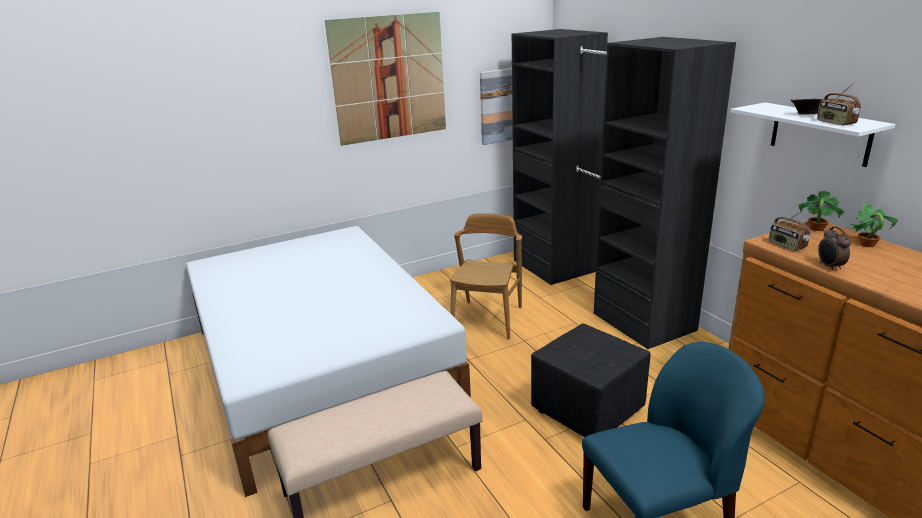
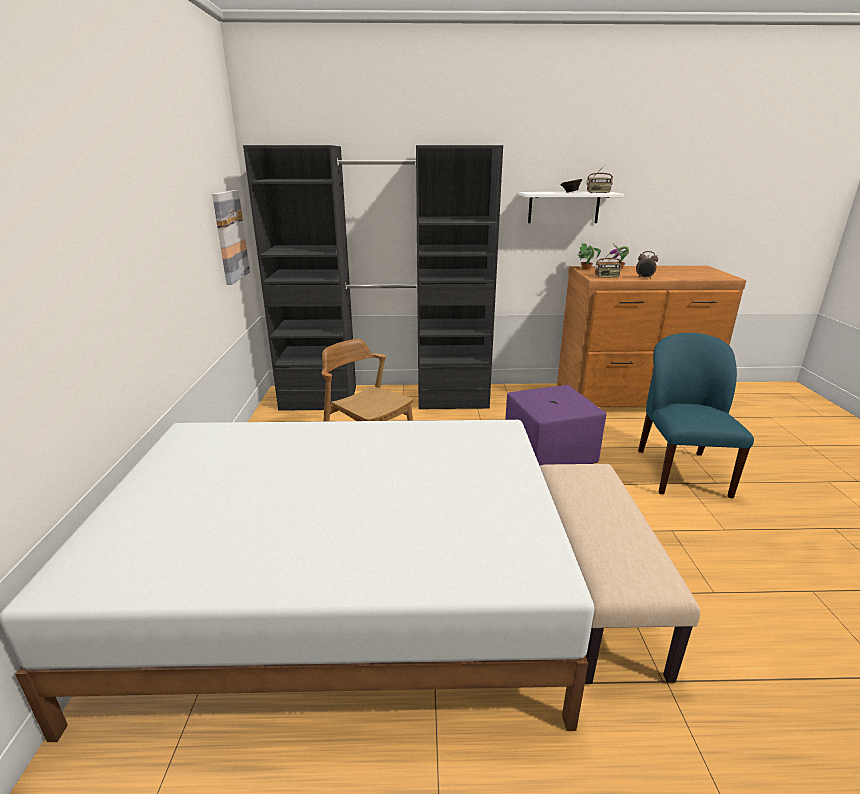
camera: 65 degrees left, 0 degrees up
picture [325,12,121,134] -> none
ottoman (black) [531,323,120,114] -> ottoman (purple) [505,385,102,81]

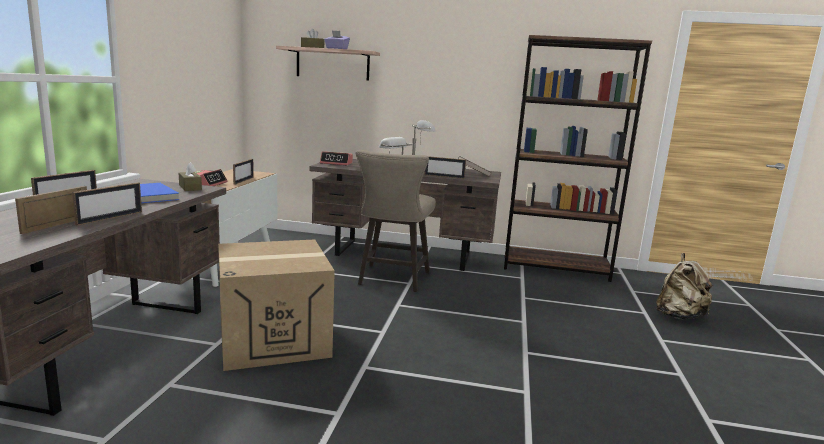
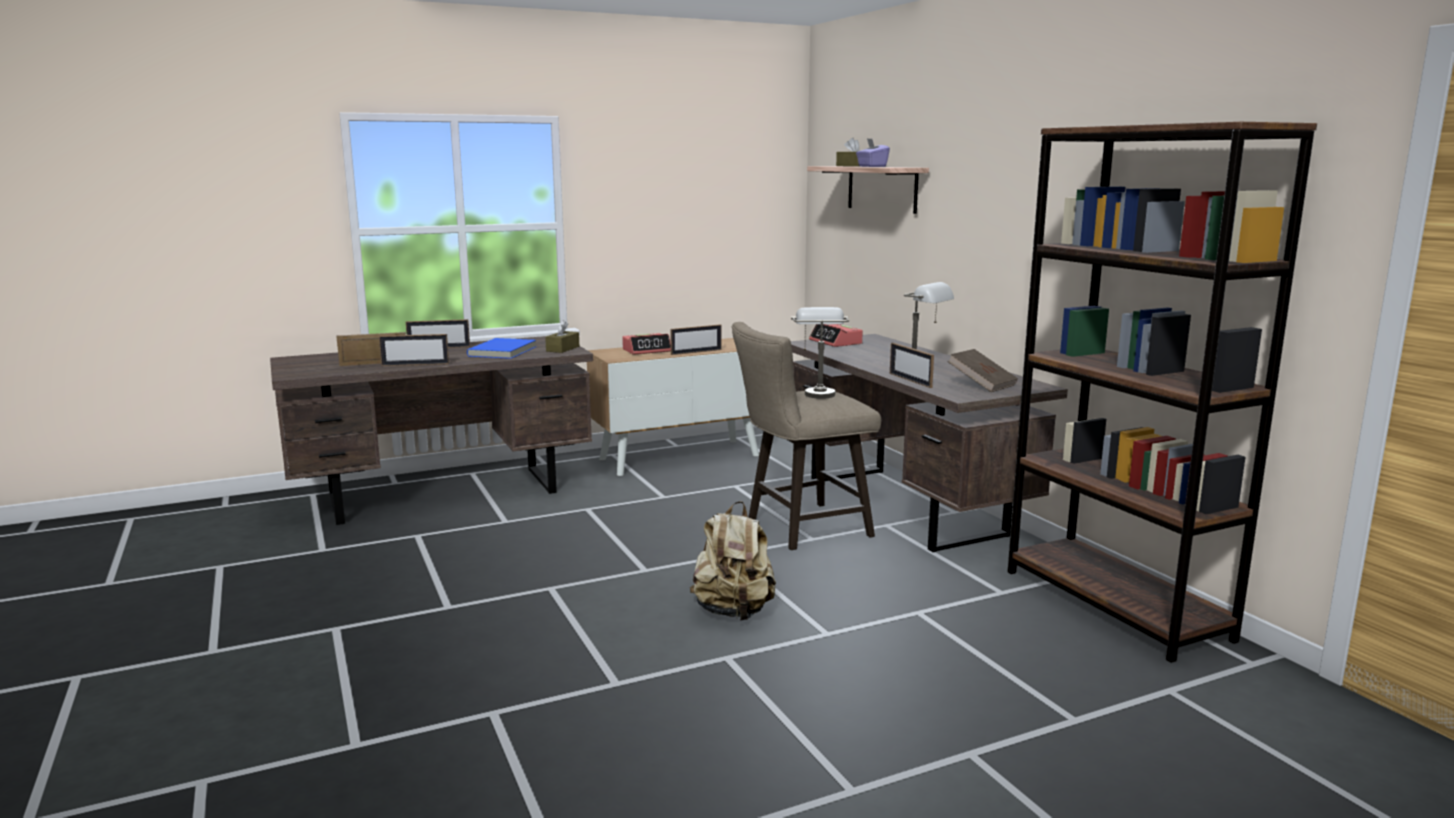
camera: 55 degrees right, 0 degrees up
cardboard box [218,239,117,132] -> none
backpack (beige) [656,253,57,66] -> backpack (beige) [690,501,86,120], moved

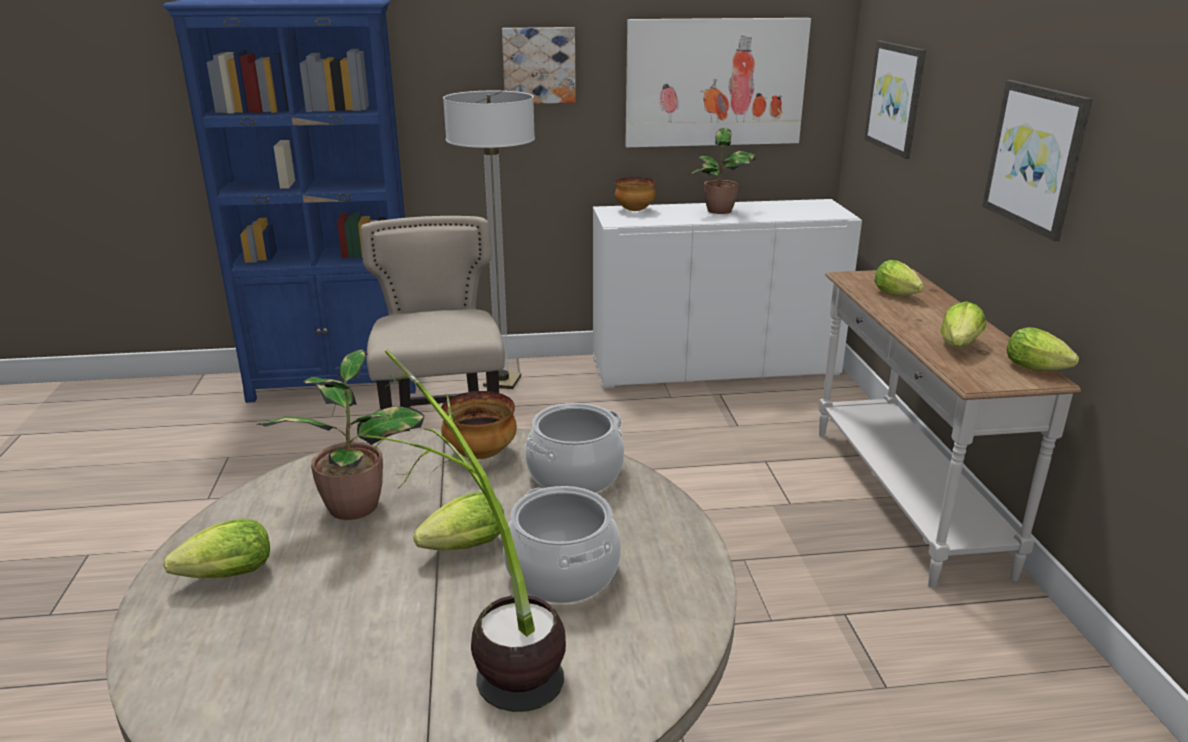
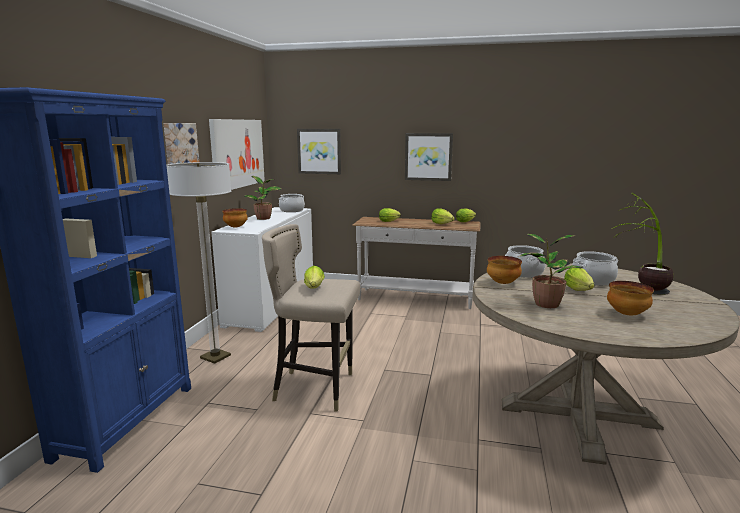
camera: 70 degrees left, 10 degrees down
none -> cooking pot [279,194,26,18]
none -> bowl [607,281,47,34]
lettuce [164,518,106,60] -> lettuce [304,266,21,23], moved

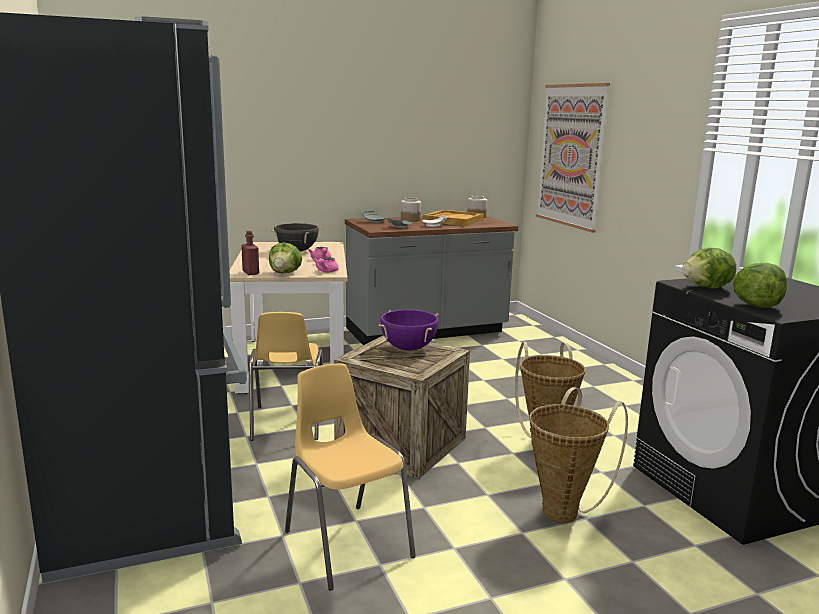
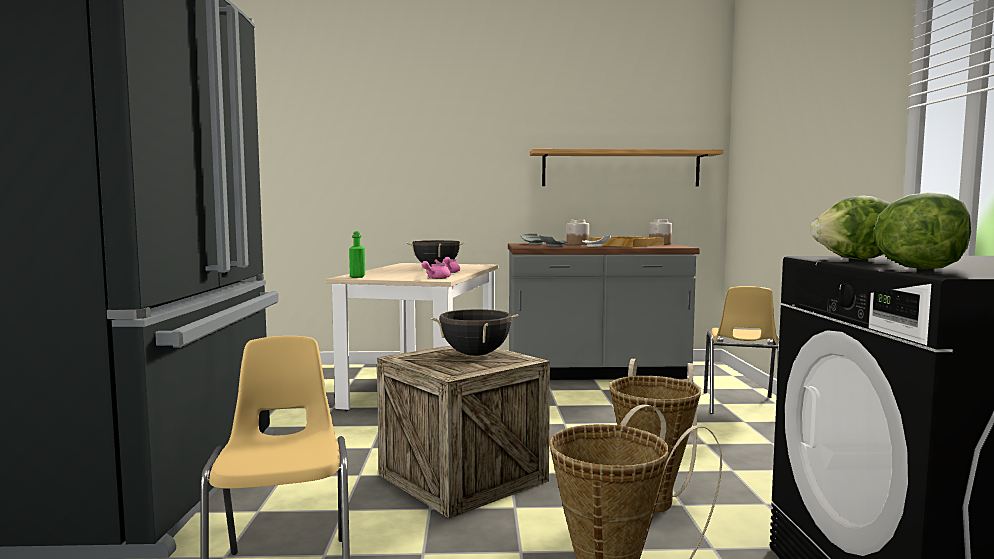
camera: 20 degrees right, 10 degrees down
lettuce [269,243,33,30] -> none
picture [536,83,74,150] -> none
none -> shelf [530,149,193,37]
chair (yellow) [249,312,74,129] -> chair (yellow) [704,286,75,128], moved
bottle (red) [241,231,18,44] -> bottle (green) [349,231,16,47]
cooking pot (purple) [379,310,60,41] -> cooking pot (black) [431,309,88,47]

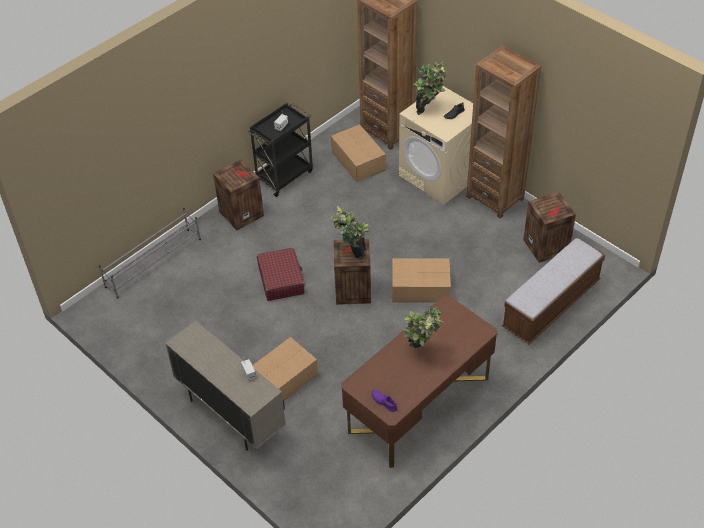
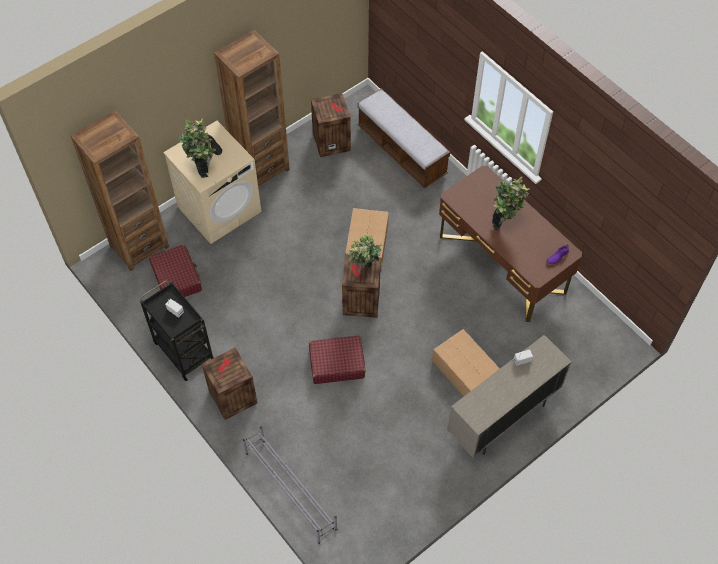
camera: 85 degrees left, 10 degrees up
cardboard box [331,124,55,58] -> suitcase (red) [149,244,53,53]

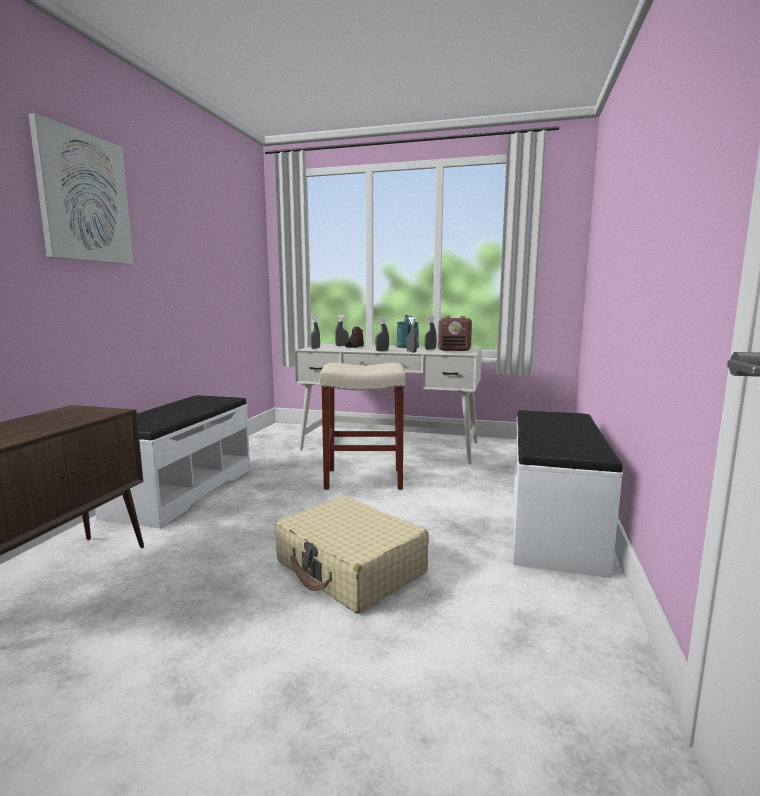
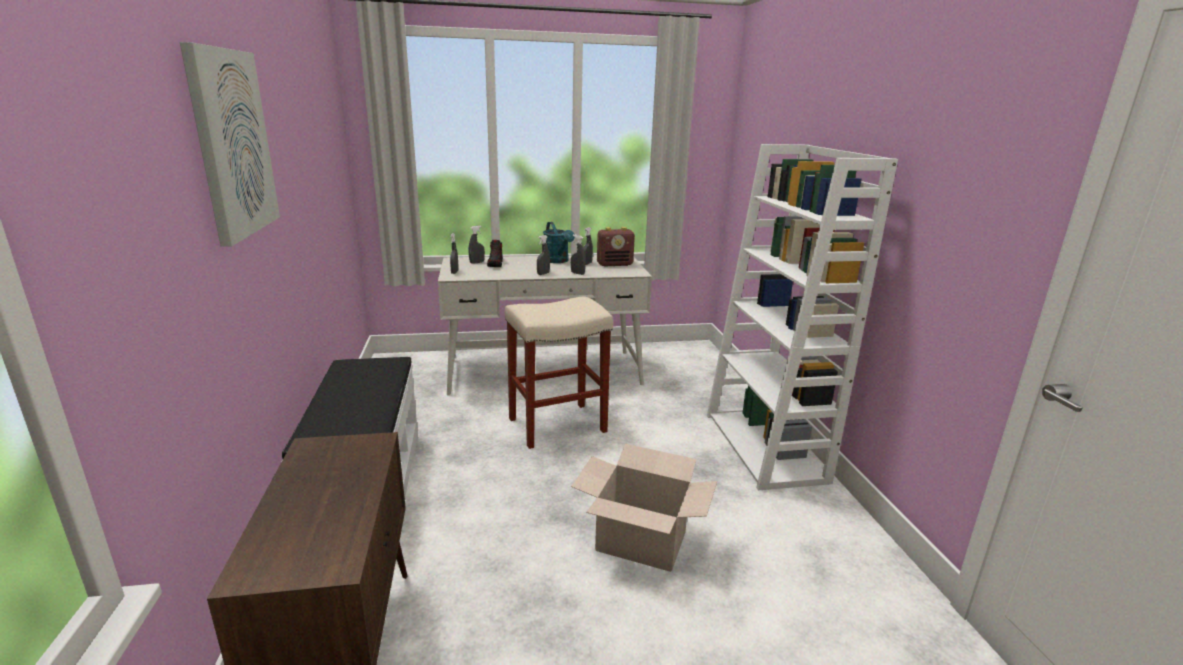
camera: 25 degrees left, 10 degrees up
suitcase (beige) [274,496,155,118] -> cardboard box [571,444,146,128]
bench (white) [513,410,110,168] -> bookcase (white) [707,144,191,346]

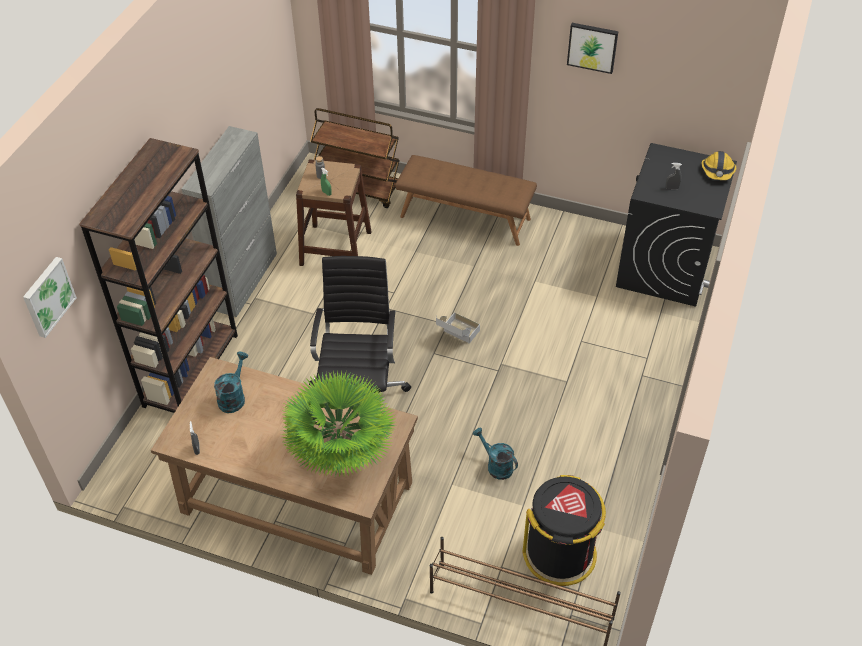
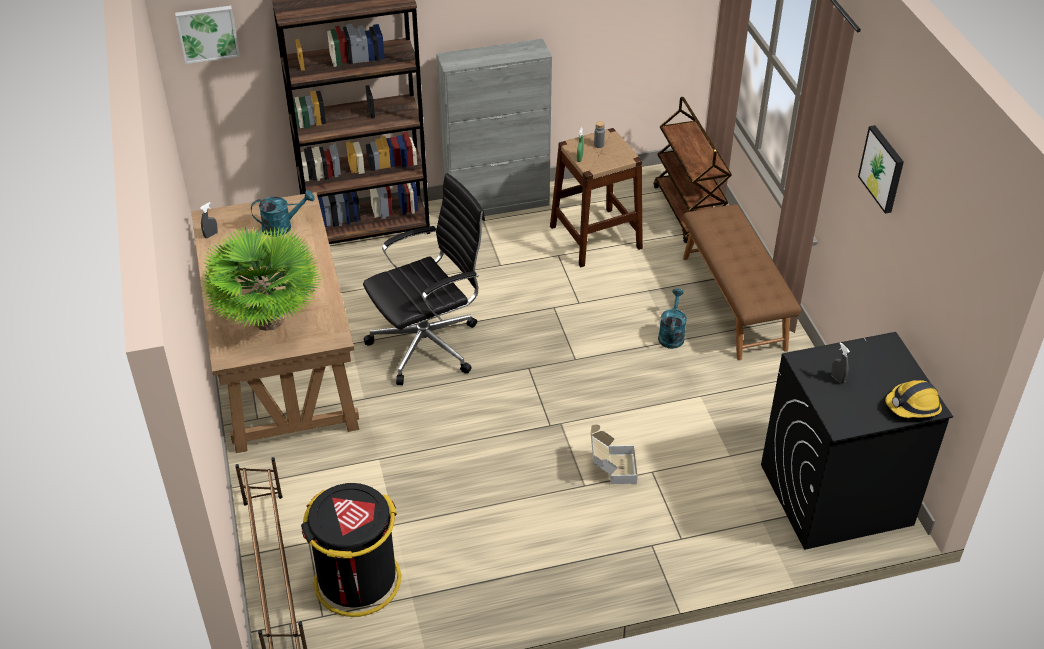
camera: 55 degrees right, 5 degrees down
cardboard box [436,312,44,32] -> cardboard box [591,424,47,60], moved
watering can (turquoise) [473,427,45,53] -> watering can (turquoise) [658,288,29,61], moved

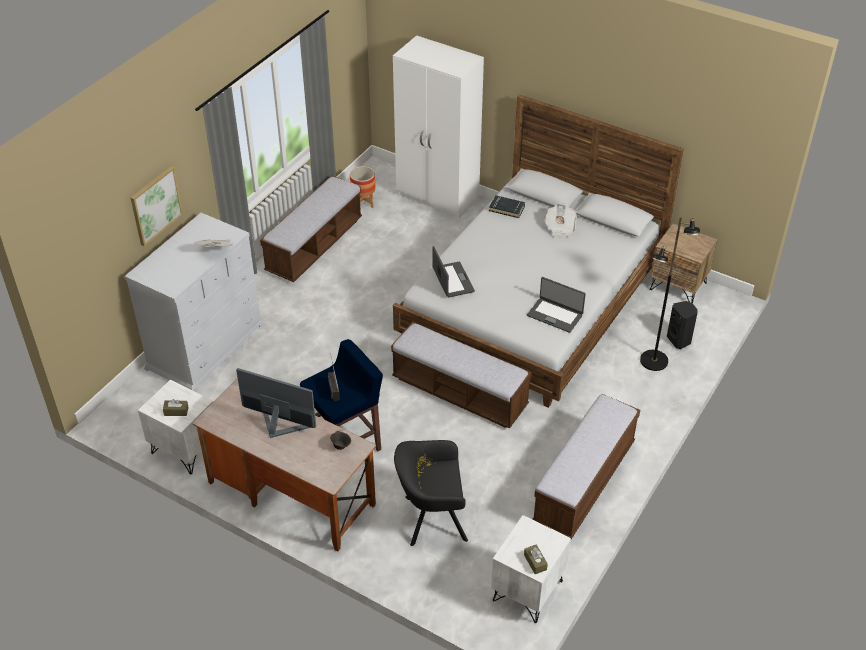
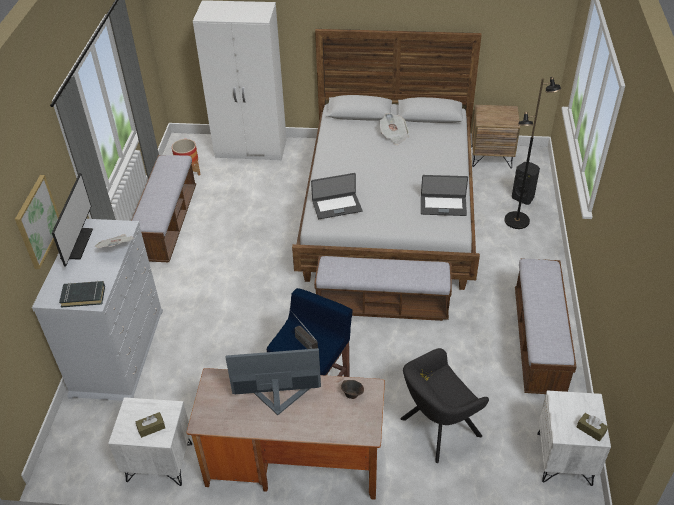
camera: 25 degrees left, 0 degrees up
none -> monitor [52,173,41,94]
book (black) [489,195,36,23] -> book (black) [59,281,46,26], moved
laptop [433,246,42,52] -> laptop [311,173,51,46], 120 degrees clockwise

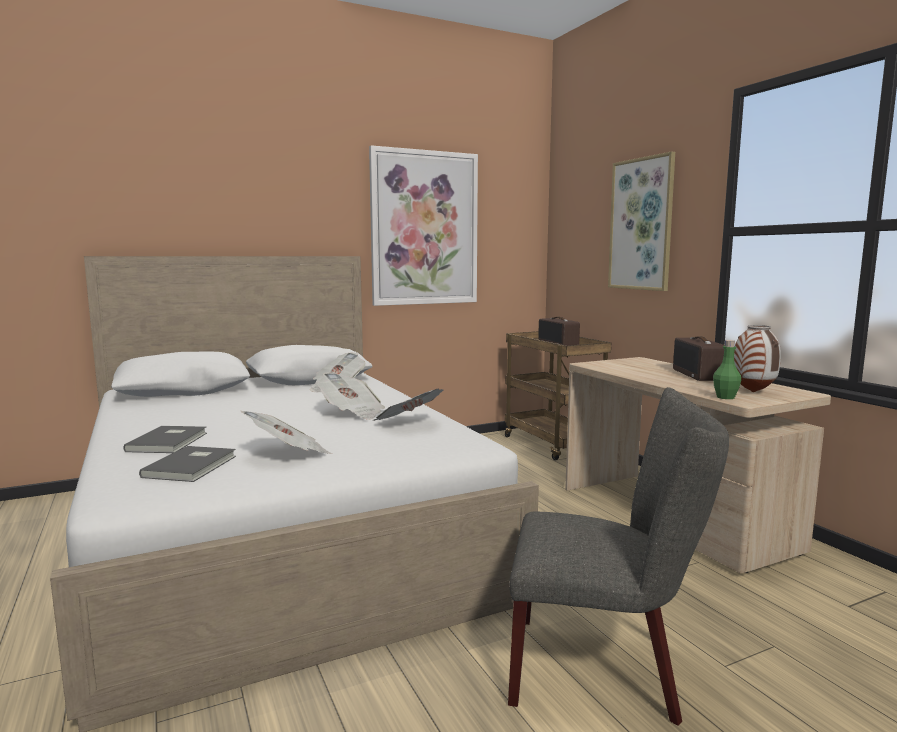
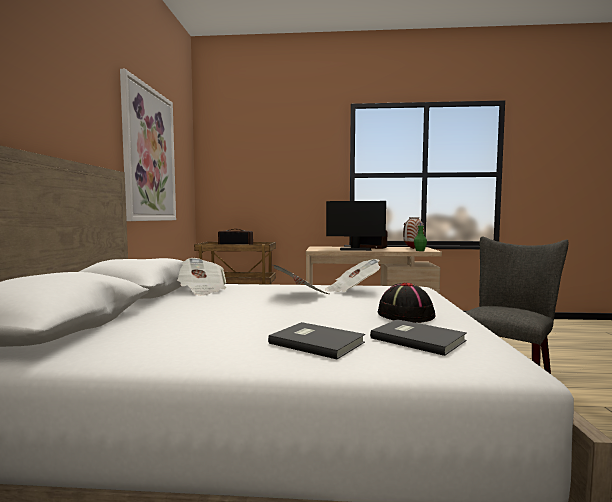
camera: 60 degrees left, 5 degrees down
picture [608,151,67,140] -> none
none -> monitor [326,201,60,50]
newspaper [241,411,91,43] -> hat (black) [378,282,58,41]

